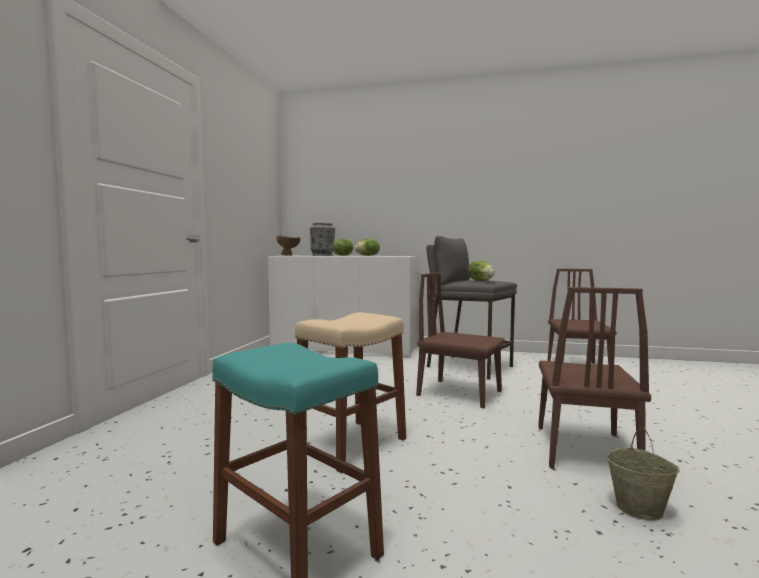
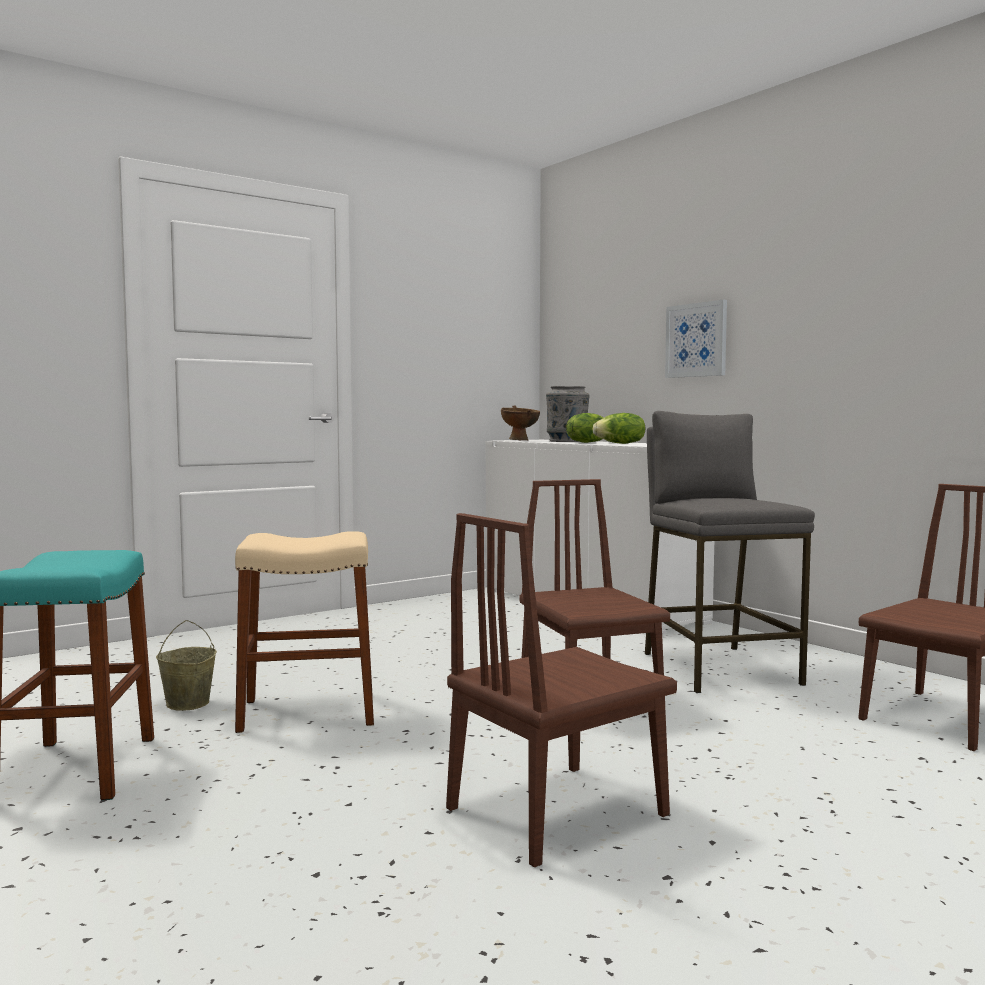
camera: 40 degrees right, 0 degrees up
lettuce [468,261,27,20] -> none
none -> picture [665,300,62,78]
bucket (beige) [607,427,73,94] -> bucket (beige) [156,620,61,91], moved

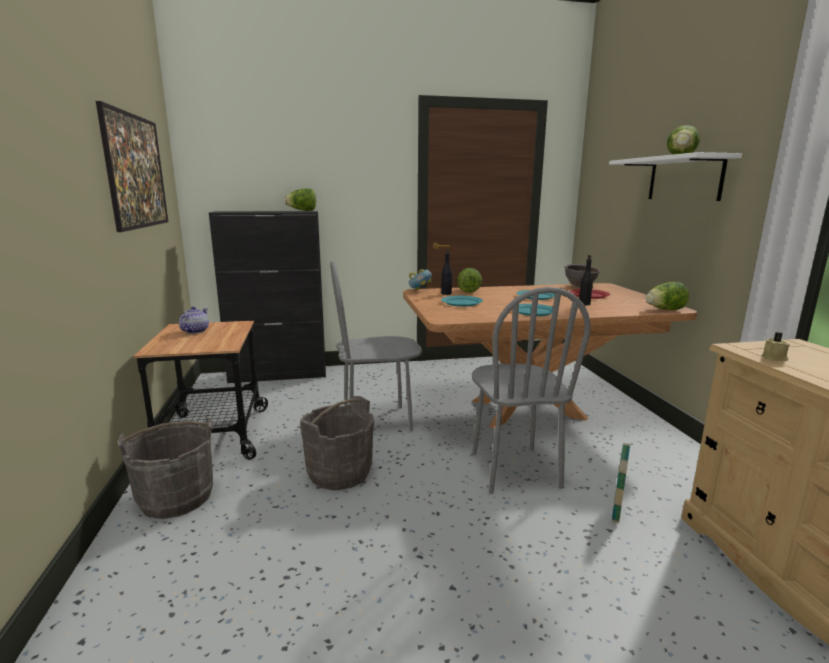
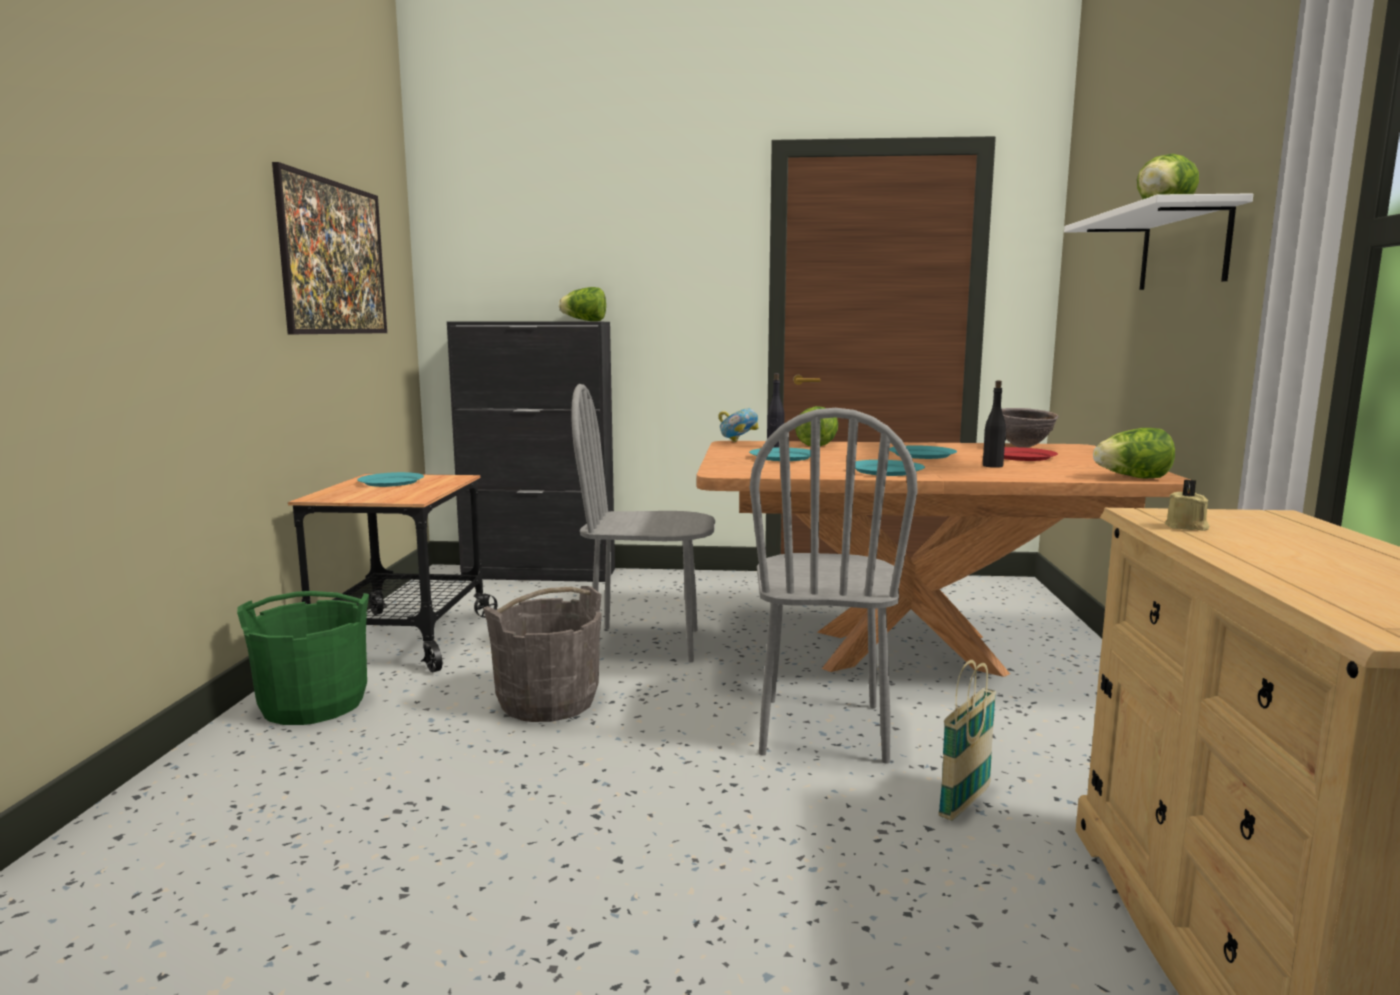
camera: 15 degrees right, 5 degrees down
teapot [179,306,30,28] -> plate (turquoise) [357,472,67,15]
bucket (grey) [117,418,96,101] -> bucket (green) [237,591,132,134]

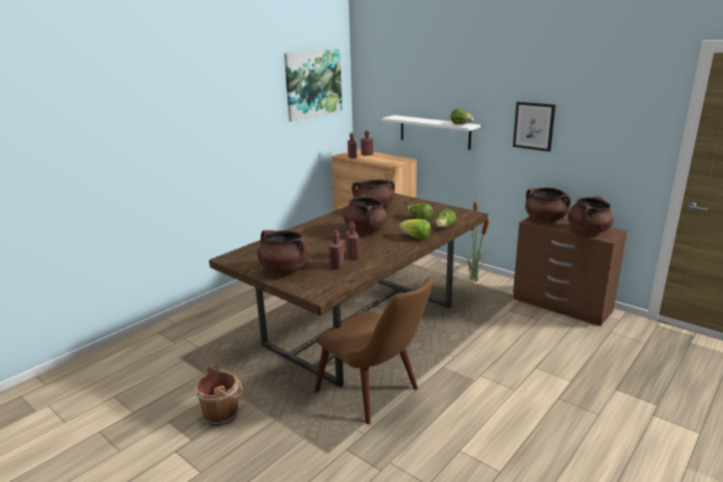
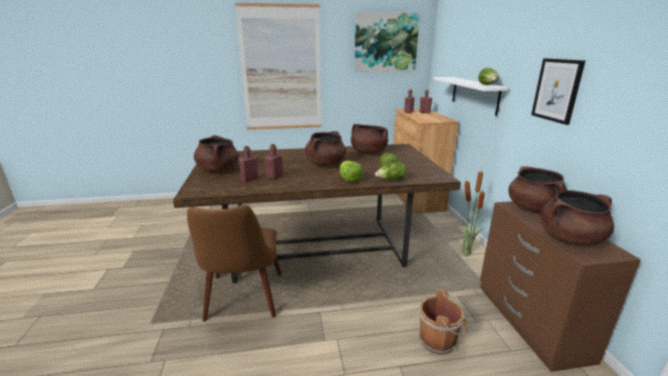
camera: 40 degrees right, 0 degrees up
none -> picture [235,3,86,127]
bucket (brown) [195,364,48,62] -> bucket (brown) [419,289,48,66], moved

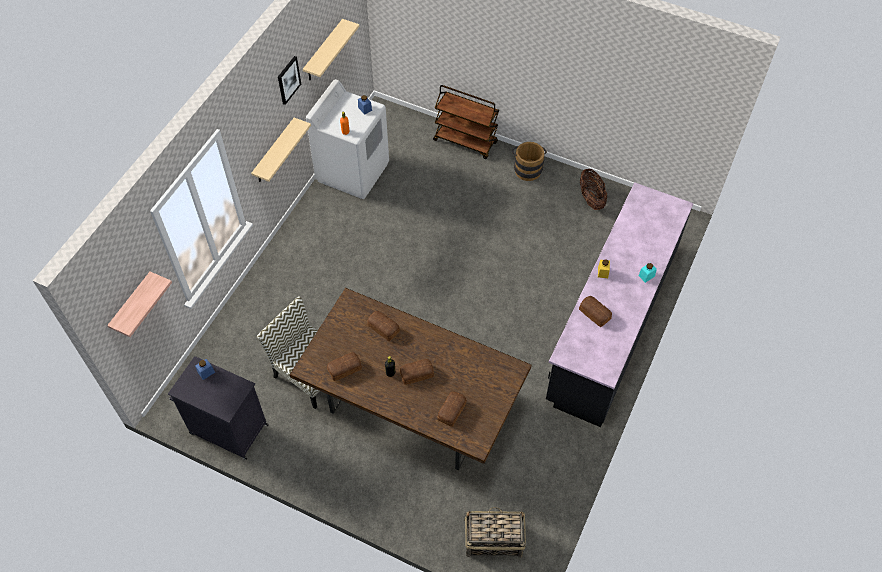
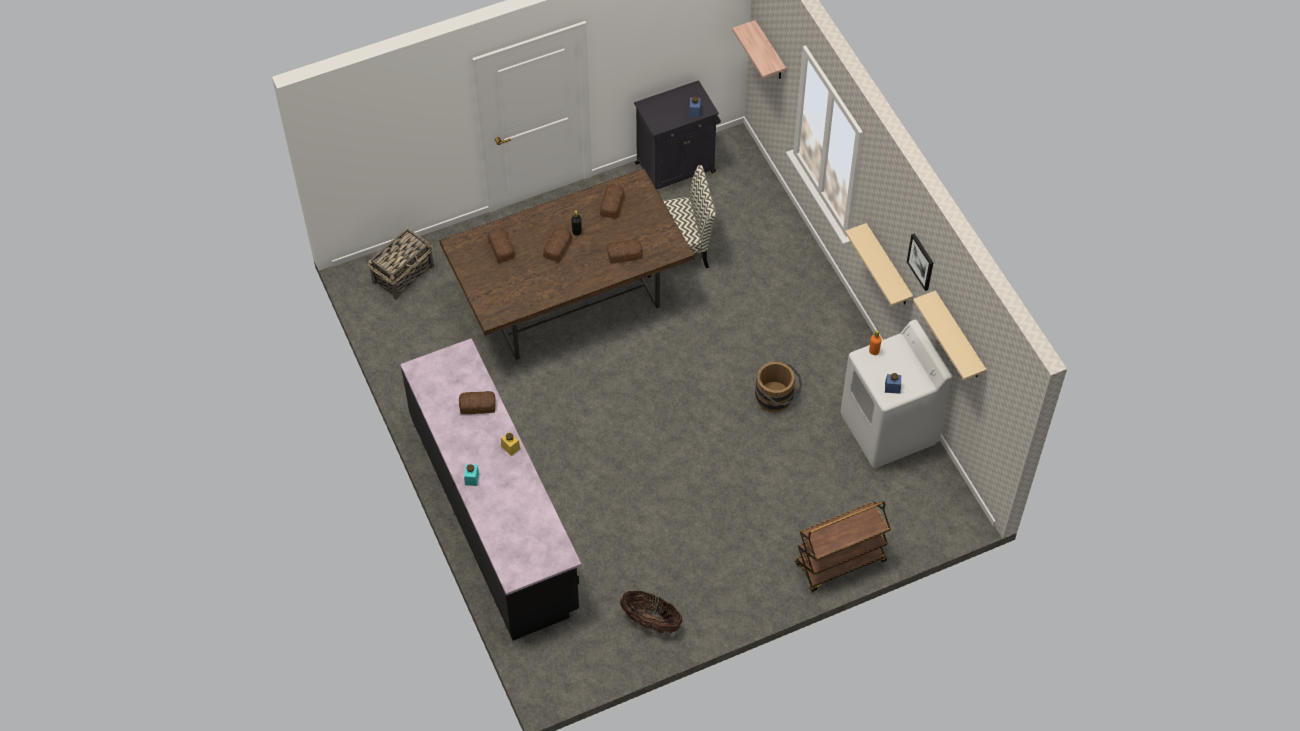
camera: 130 degrees right, 0 degrees up
bucket (brown) [512,142,35,39] -> bucket (brown) [755,362,47,50], moved

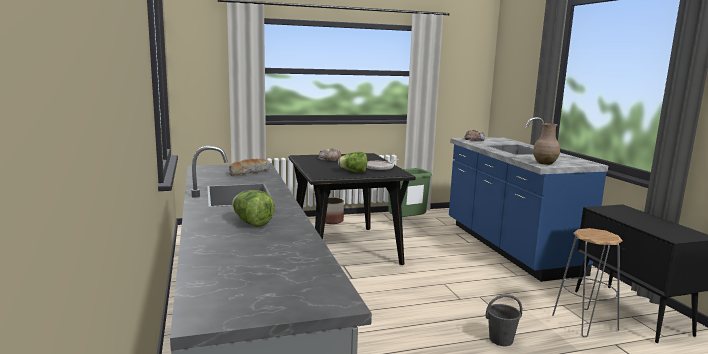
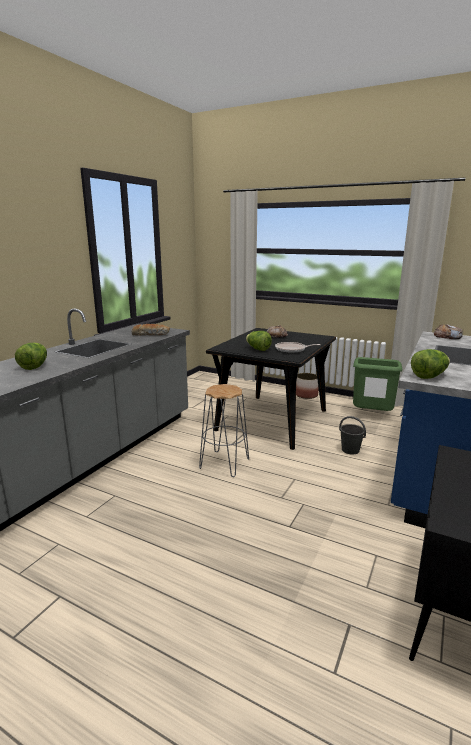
camera: 45 degrees right, 5 degrees up
bucket (grey) [486,295,36,51] -> bucket (grey) [339,416,27,38], moved
stool (grey) [552,228,71,109] -> stool (grey) [199,384,50,93], moved
vase (brown) [533,123,27,42] -> lettuce [411,349,39,30]

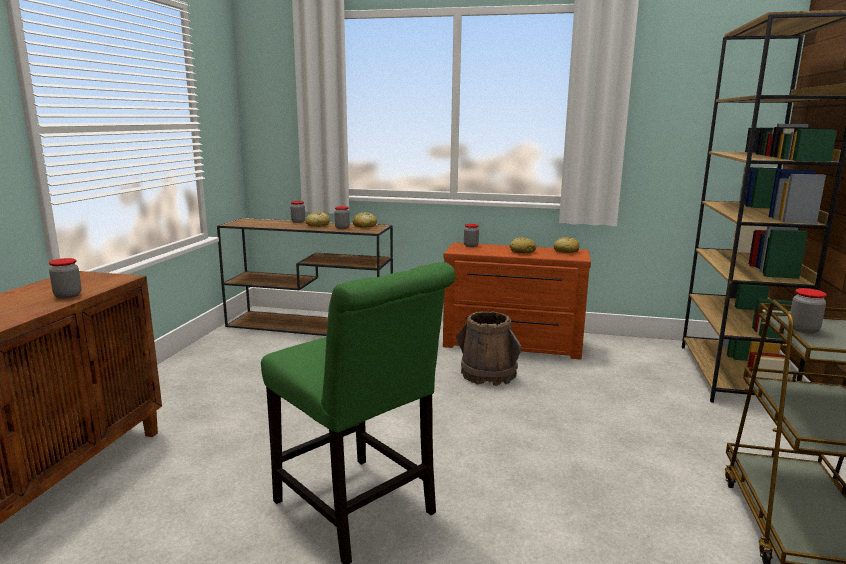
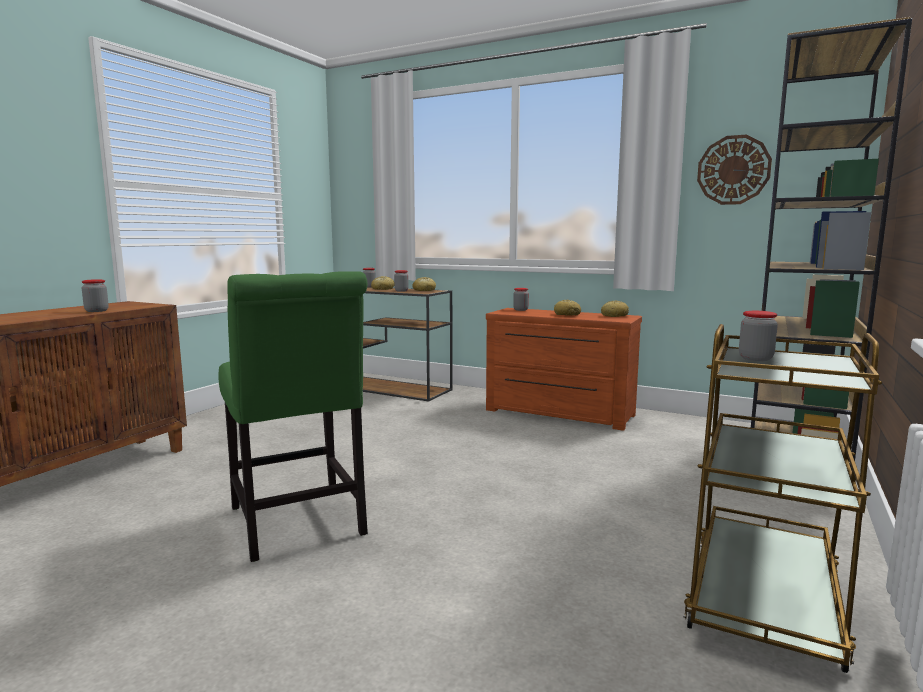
camera: 15 degrees right, 5 degrees down
bucket (brown) [456,311,65,75] -> none
none -> wall clock [697,135,75,70]

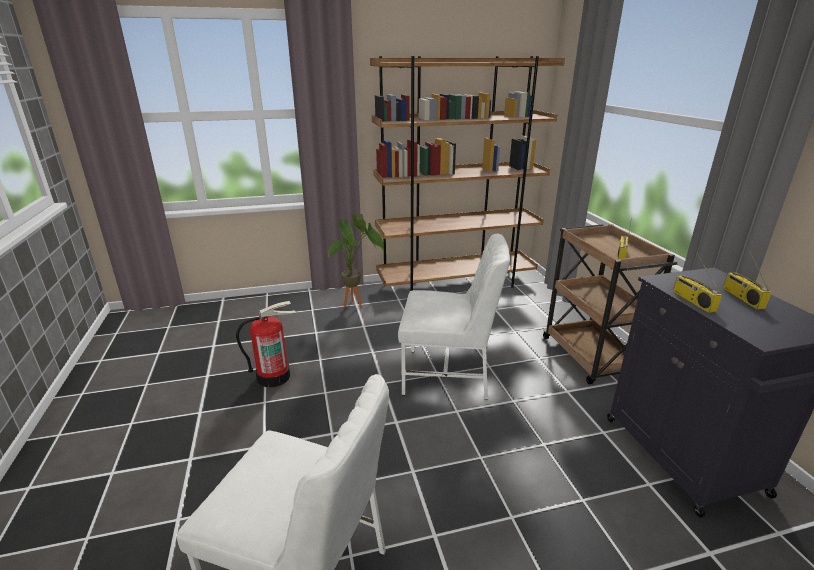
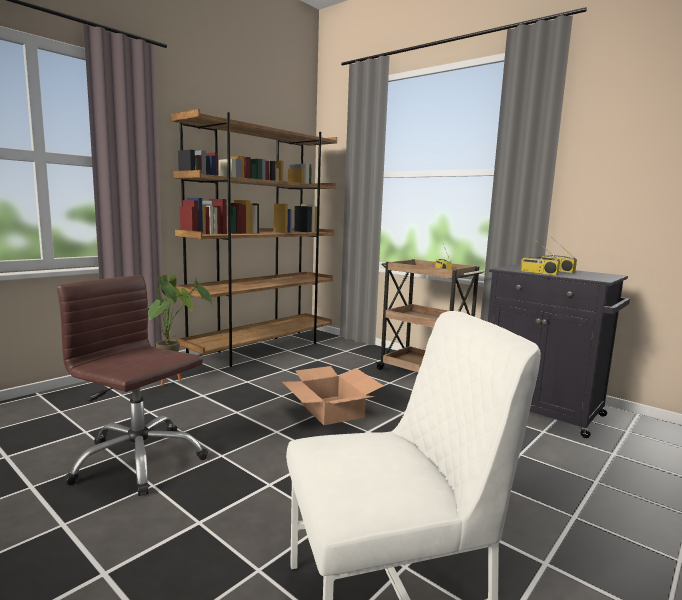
camera: 35 degrees left, 15 degrees down
fire extinguisher [236,301,60,86] -> office chair (brown) [57,275,151,221]
chair (white) [398,234,112,166] -> cardboard box [282,366,102,59]

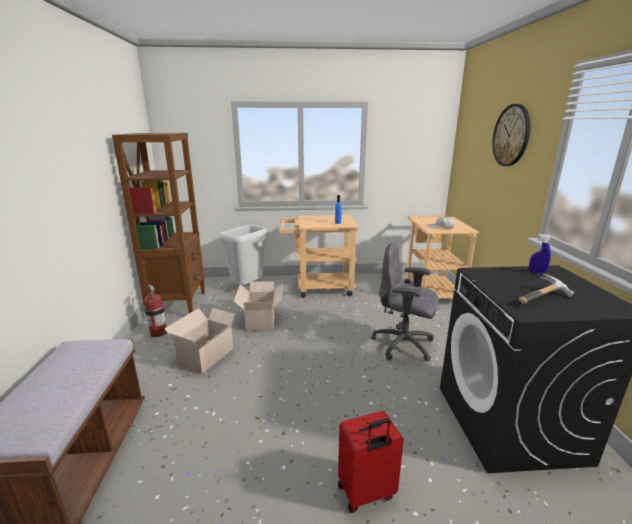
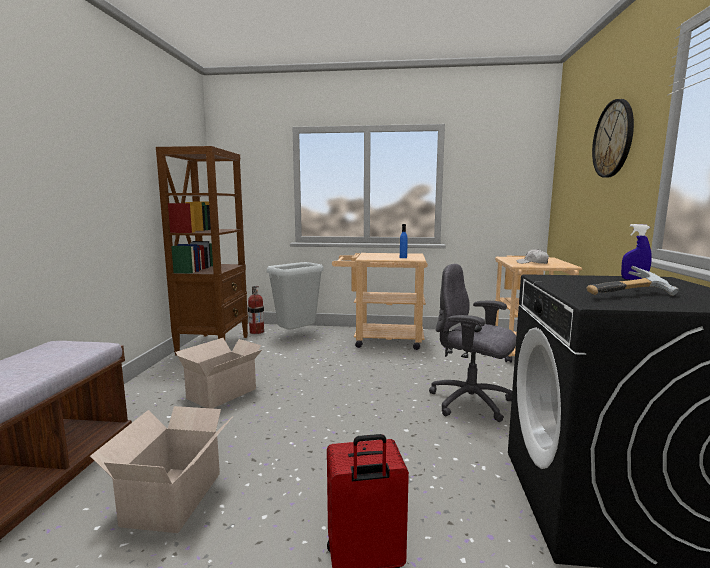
camera: 10 degrees right, 10 degrees down
fire extinguisher [144,284,23,53] -> fire extinguisher [248,286,16,48], moved
cardboard box [234,281,49,50] -> cardboard box [90,406,143,127], moved

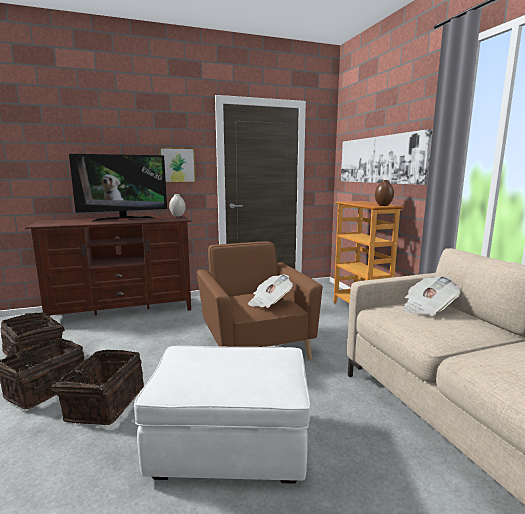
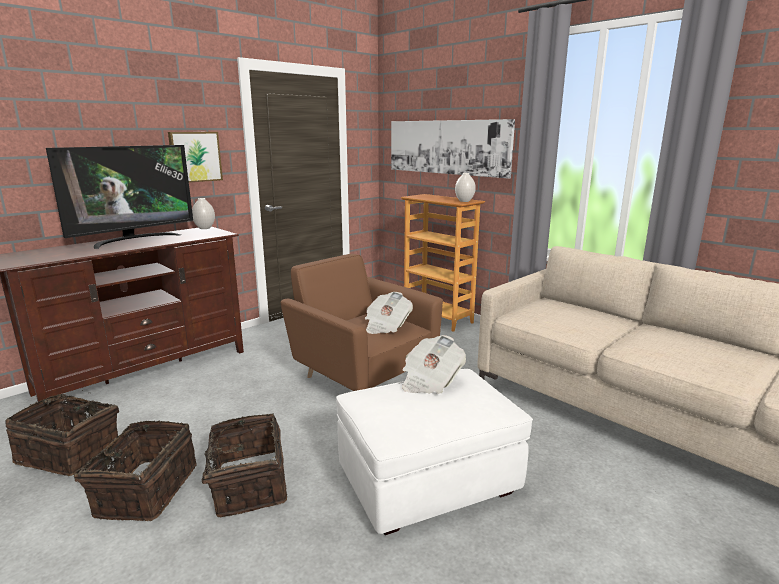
camera: 25 degrees left, 5 degrees up
newspaper [402,276,59,40] -> newspaper [402,335,64,59], moved
vase (brown) [375,180,19,26] -> vase (white) [455,173,21,29]

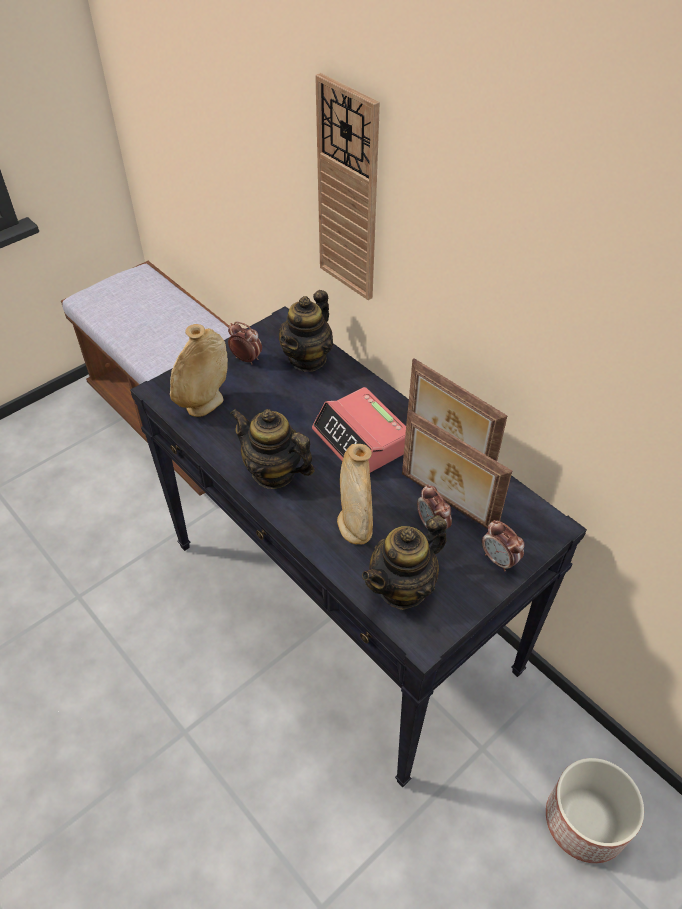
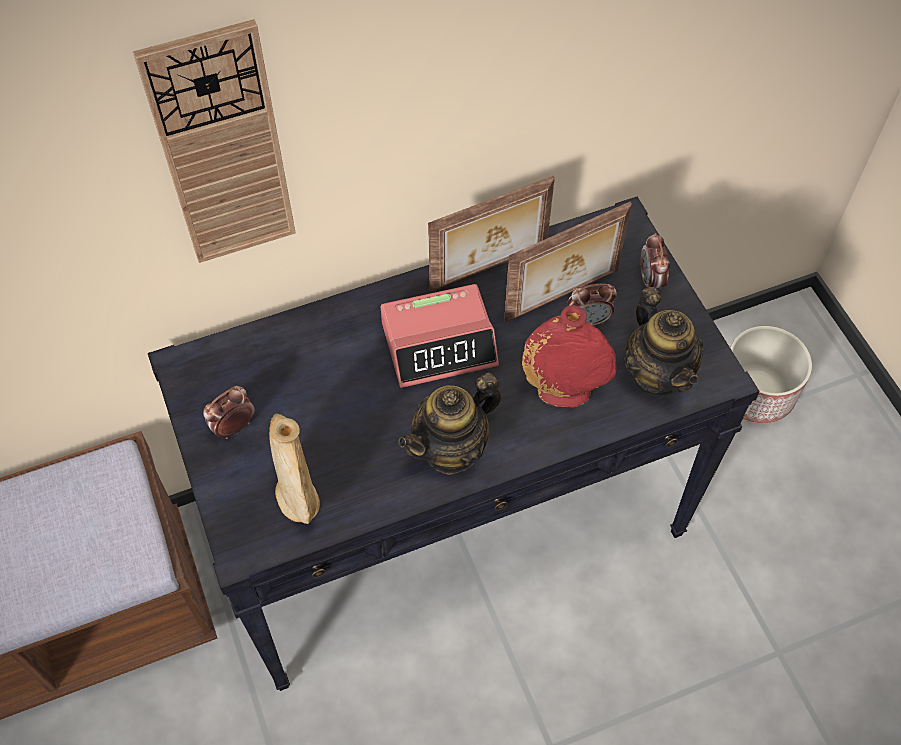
camera: 70 degrees left, 10 degrees up
teapot [279,290,55,82] -> none
vase (beige) [337,444,36,100] -> vase (red) [522,305,95,102]
alarm clock [482,520,43,52] -> alarm clock [640,233,30,56], 105 degrees clockwise

